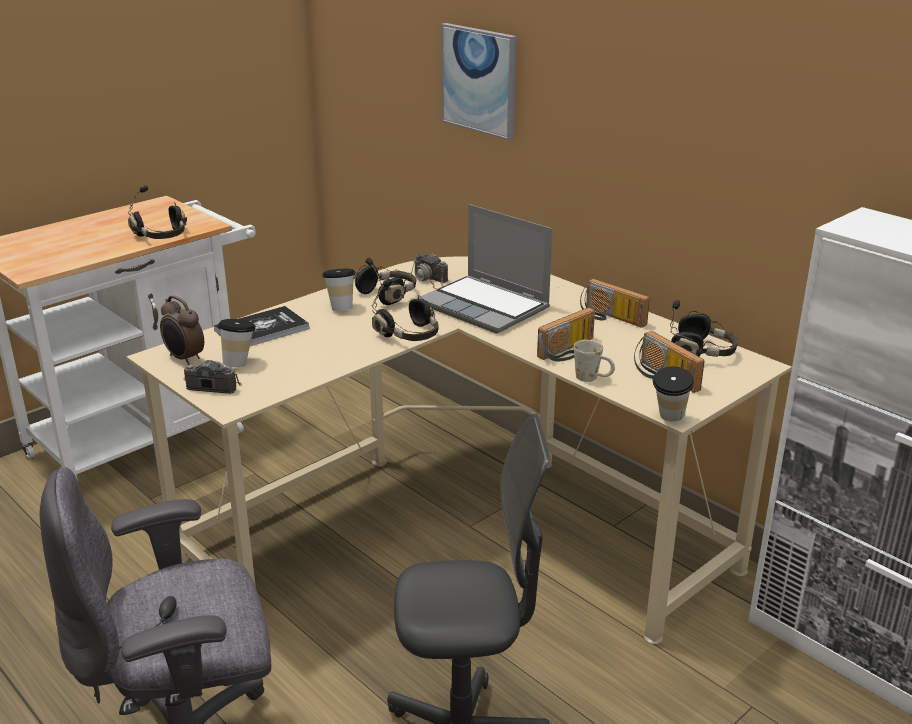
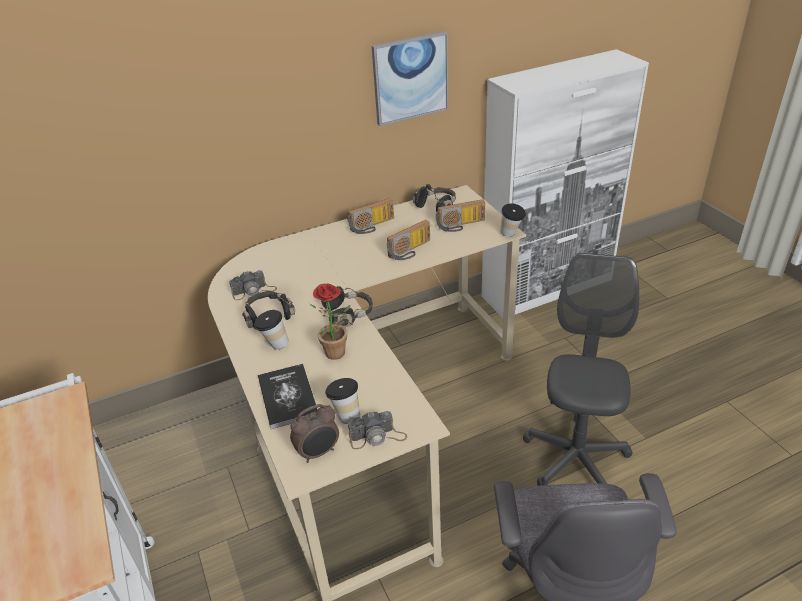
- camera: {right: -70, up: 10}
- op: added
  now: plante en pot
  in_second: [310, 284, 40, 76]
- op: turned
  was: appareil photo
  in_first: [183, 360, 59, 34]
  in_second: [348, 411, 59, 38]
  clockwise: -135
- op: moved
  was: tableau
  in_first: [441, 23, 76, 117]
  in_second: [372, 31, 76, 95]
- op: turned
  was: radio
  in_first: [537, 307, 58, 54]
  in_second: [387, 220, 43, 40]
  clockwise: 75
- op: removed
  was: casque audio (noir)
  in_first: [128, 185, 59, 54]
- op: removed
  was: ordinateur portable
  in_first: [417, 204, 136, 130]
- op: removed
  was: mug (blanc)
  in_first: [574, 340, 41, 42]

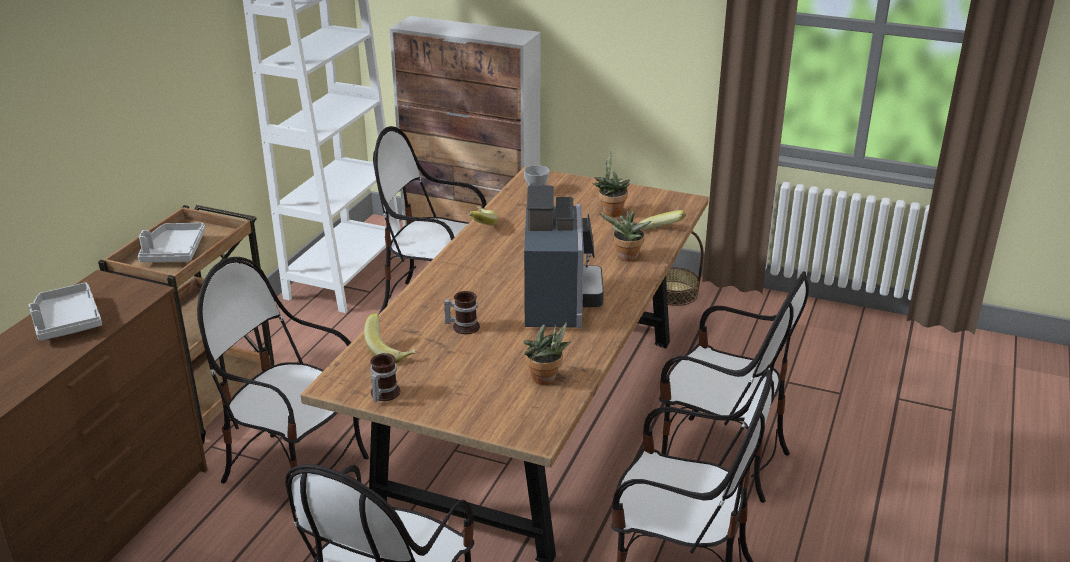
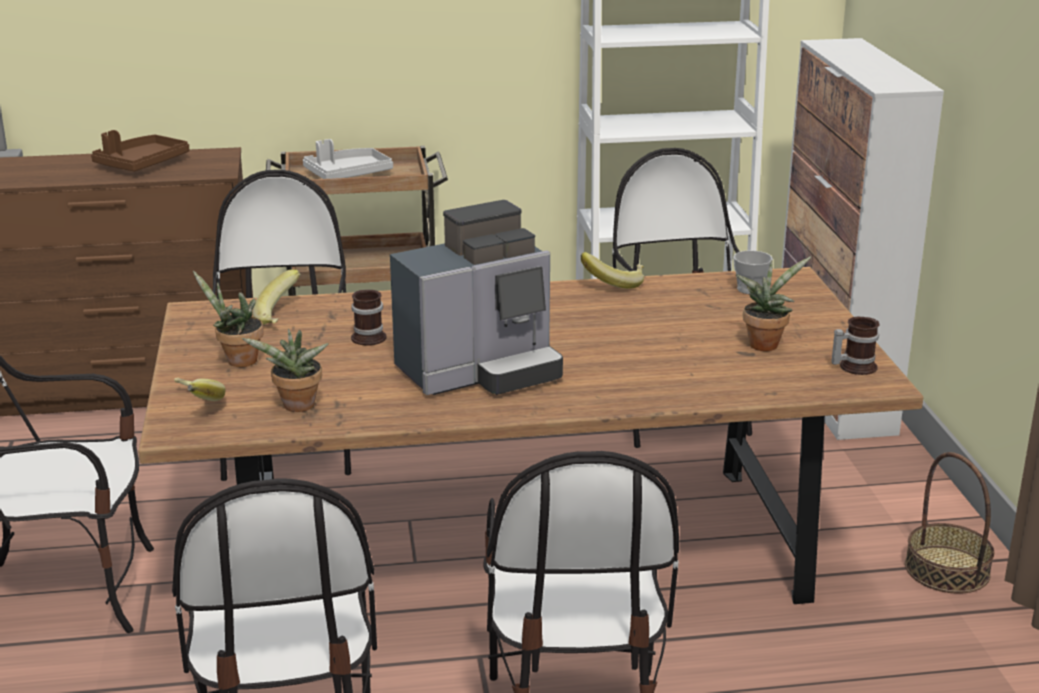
- camera: {right: 60, up: -5}
- op: recoloured
  was: plateau (gris)
  now: plateau (marron)
  in_first: [29, 283, 73, 58]
  in_second: [91, 130, 98, 41]
- op: moved
  was: banane
  in_first: [639, 210, 47, 19]
  in_second: [174, 378, 52, 23]
- op: moved
  was: plante en pot
  in_first: [599, 210, 52, 51]
  in_second: [193, 271, 71, 96]
- op: moved
  was: mug
  in_first: [370, 353, 31, 49]
  in_second: [832, 317, 48, 58]

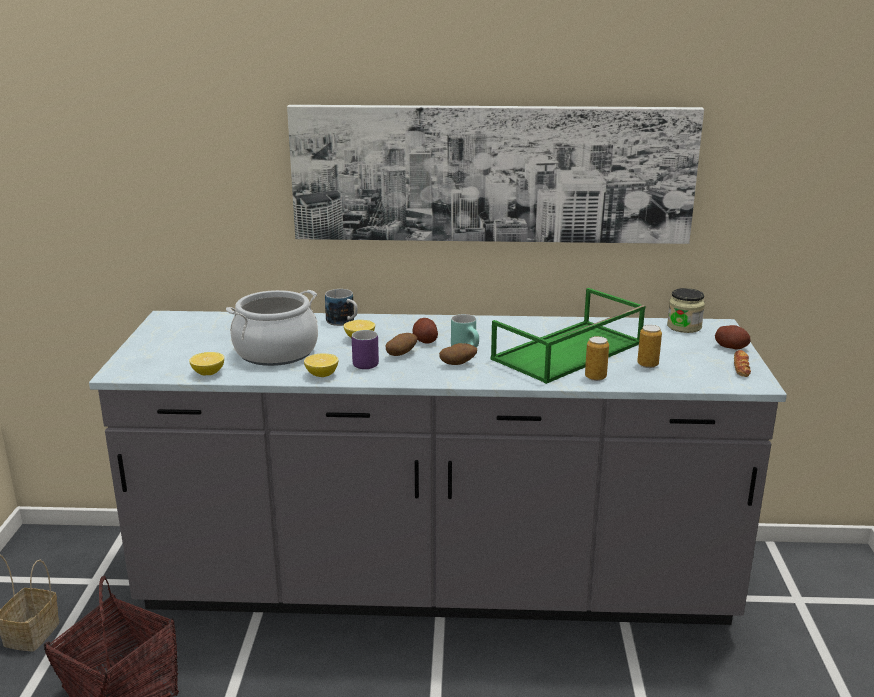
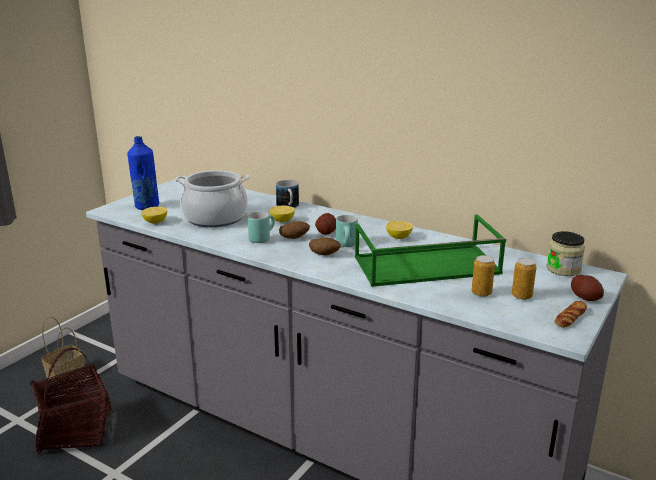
- camera: {right: 30, up: 0}
- op: added
  now: bouteille (bleu)
  in_second: [127, 136, 32, 74]
- op: recoloured
  was: mug (violet)
  now: mug (turquoise)
  in_first: [352, 330, 27, 39]
  in_second: [248, 212, 27, 31]
- op: moved
  was: citron
  in_first: [304, 353, 34, 24]
  in_second: [386, 221, 27, 18]
- op: moved
  was: boîte métallique
  in_first: [585, 336, 24, 45]
  in_second: [512, 258, 24, 42]
- op: removed
  was: tableau
  in_first: [287, 105, 417, 139]

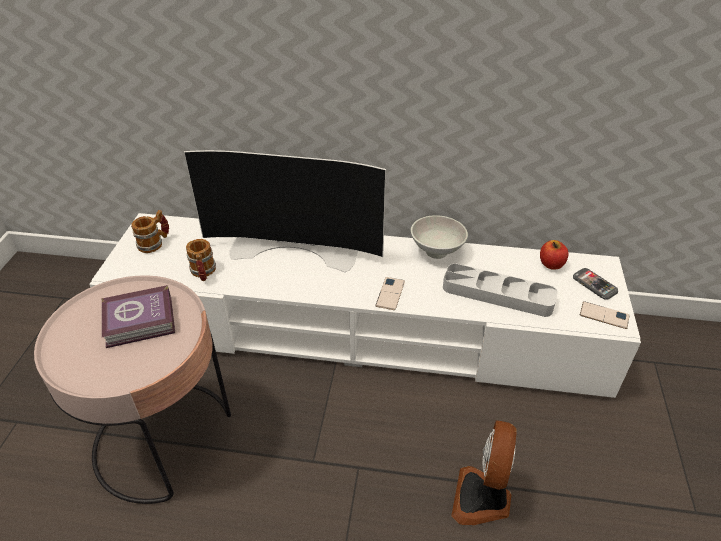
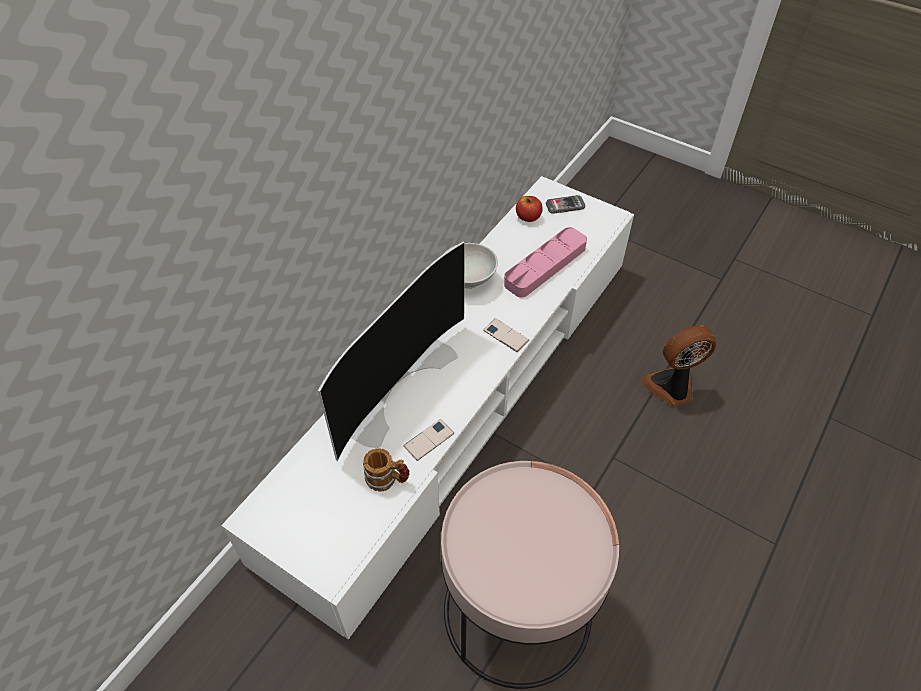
- camera: {right: -65, up: 10}
- op: moved
  was: téléphone
  in_first: [580, 301, 50, 28]
  in_second: [403, 419, 51, 42]
- op: recoloured
  was: plateau (gris)
  now: plateau (rose)
  in_first: [443, 263, 115, 54]
  in_second: [504, 227, 83, 70]
- op: turned
  was: ventilateur
  in_first: [451, 420, 66, 105]
  in_second: [642, 325, 74, 81]
  clockwise: 120
- op: removed
  was: livre
  in_first: [102, 285, 73, 63]
- op: removed
  was: mug
  in_first: [131, 210, 38, 43]

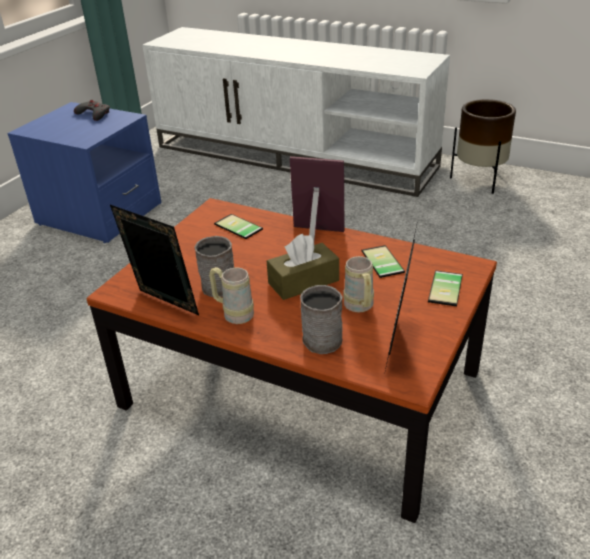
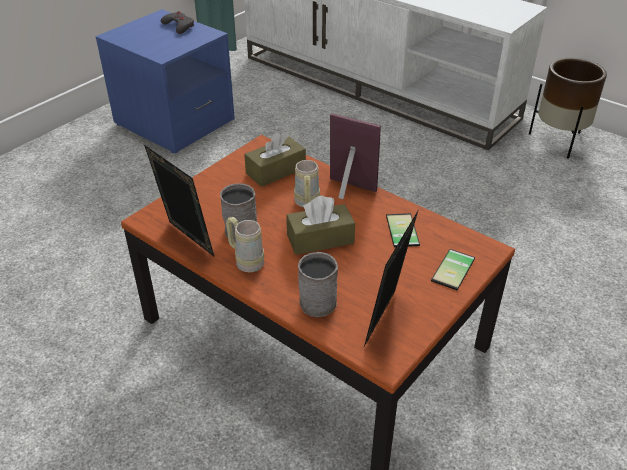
- camera: {right: 10, up: 5}
- op: replaced
  was: téléphone
  now: boîte à mouchoirs (marron)
  in_first: [214, 214, 49, 25]
  in_second: [244, 132, 62, 55]
- op: moved
  was: mug (beige)
  in_first: [343, 256, 31, 57]
  in_second: [294, 160, 26, 48]

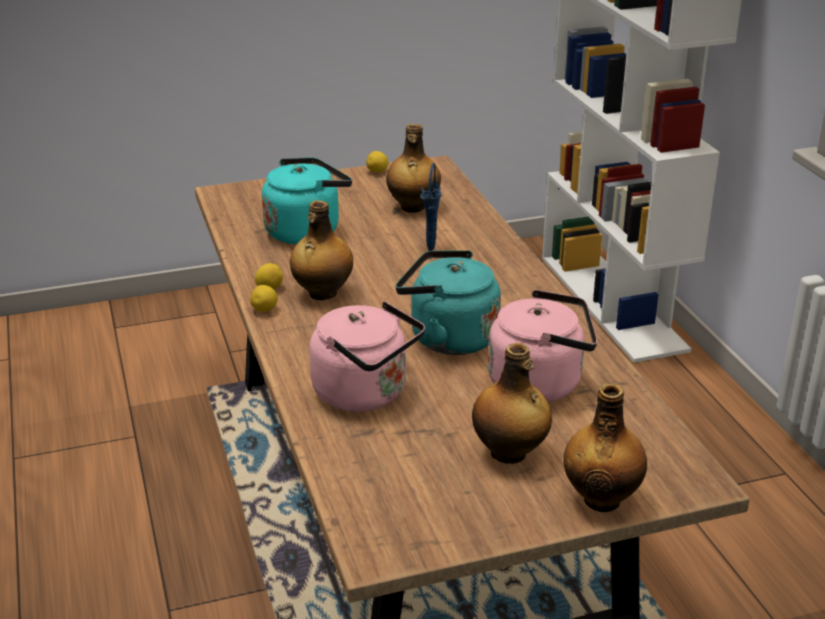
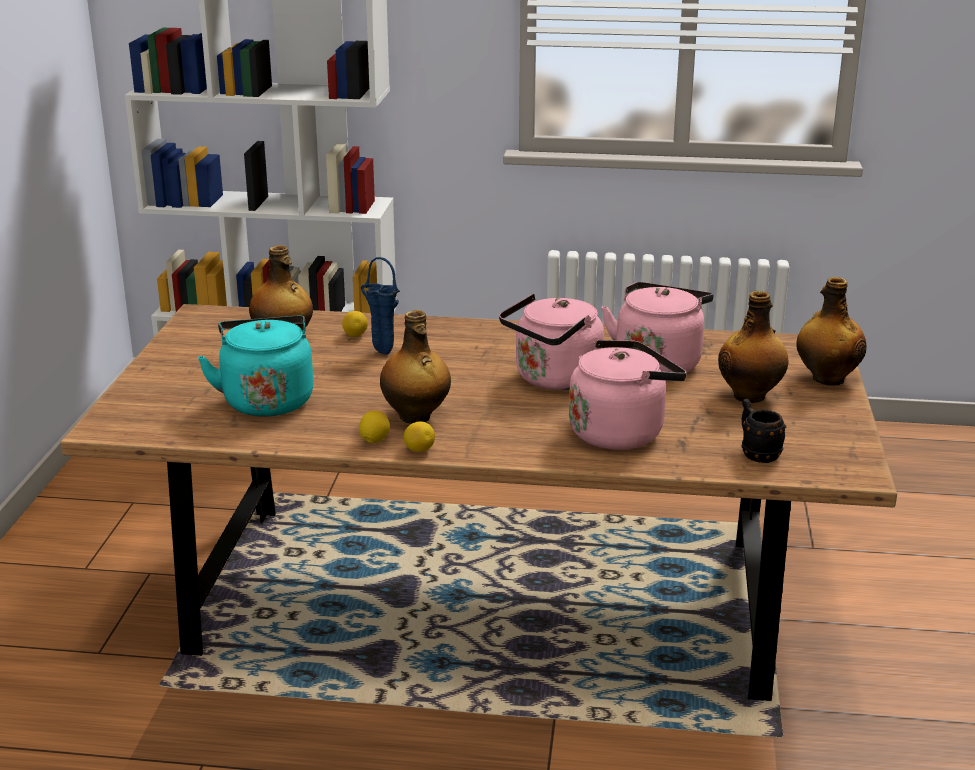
- camera: {right: -65, up: -5}
- op: moved
  was: citron
  in_first: [366, 151, 23, 22]
  in_second: [342, 311, 26, 26]
- op: recoloured
  was: bouilloire (turquoise)
  now: bouilloire (rose)
  in_first: [395, 250, 106, 105]
  in_second: [499, 294, 105, 96]
- op: added
  now: mug (noir)
  in_second: [741, 399, 45, 64]

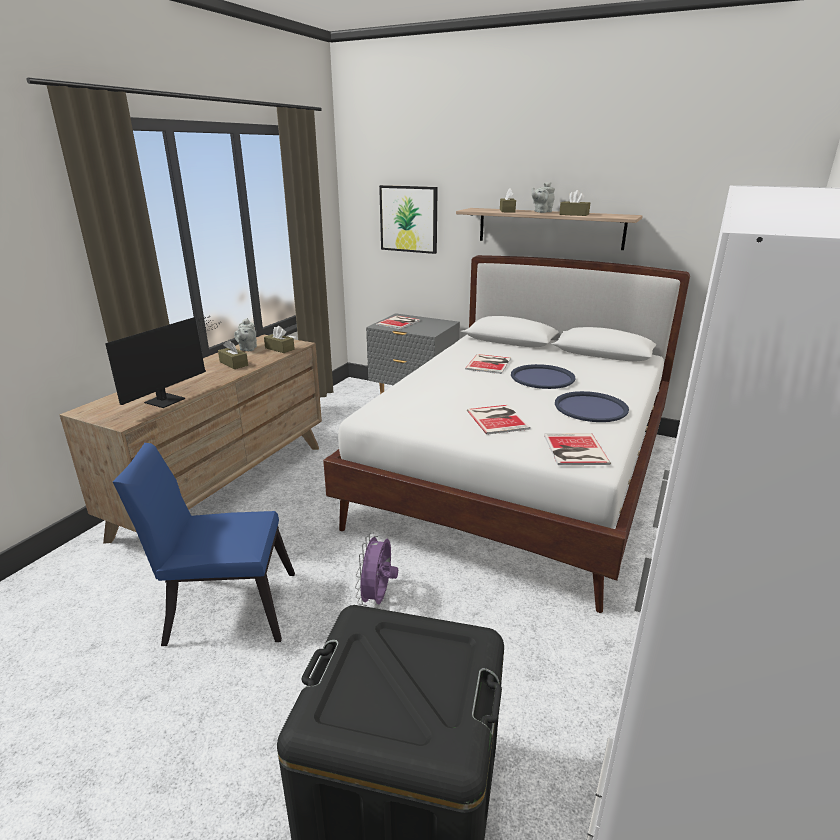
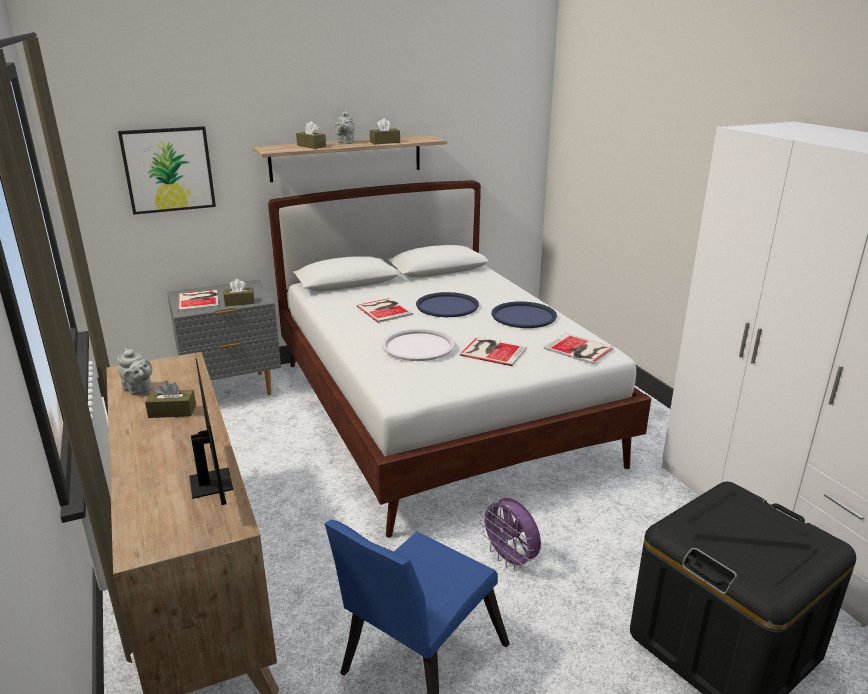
- camera: {right: -50, up: 0}
- op: moved
  was: boîte à mouchoirs (marron)
  in_first: [264, 326, 31, 27]
  in_second: [224, 279, 30, 27]
- op: added
  now: plateau (blanc)
  in_second: [382, 329, 73, 32]

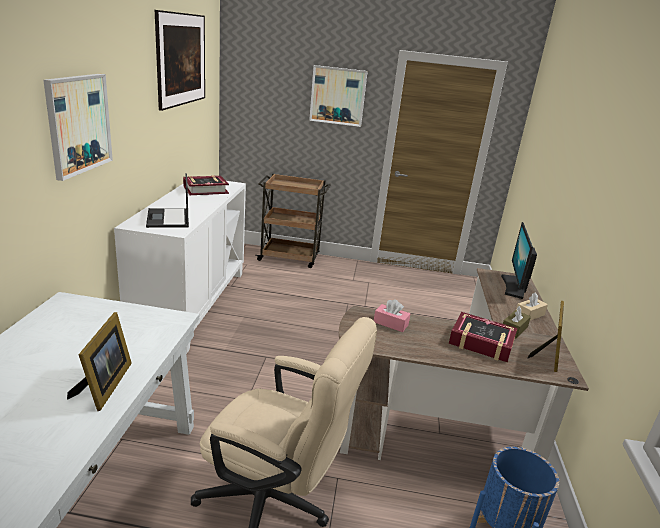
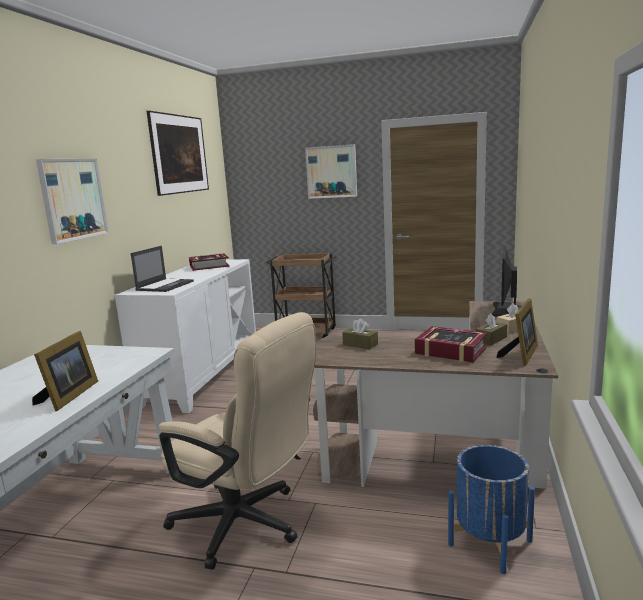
- camera: {right: 10, up: -10}
- op: turned
  was: ordinateur portable
  in_first: [146, 174, 43, 54]
  in_second: [131, 246, 63, 46]
  clockwise: -150
- op: recoloured
  was: boîte à mouchoirs (rose)
  now: boîte à mouchoirs (marron)
  in_first: [374, 299, 36, 33]
  in_second: [342, 319, 36, 30]

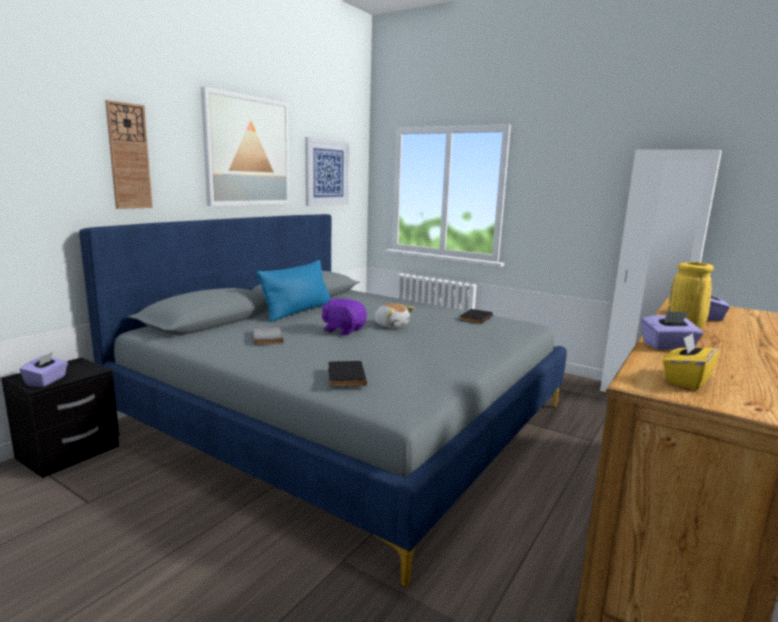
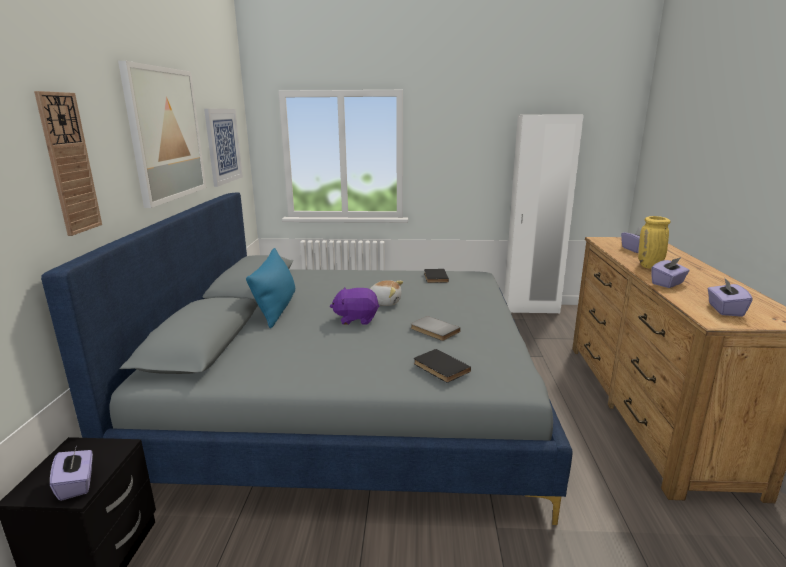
- camera: {right: -30, up: 5}
- op: moved
  was: livre (gris)
  in_first: [253, 327, 30, 18]
  in_second: [411, 316, 50, 25]
- op: recoloured
  was: boîte à mouchoirs (jaune)
  now: boîte à mouchoirs (violet)
  in_first: [663, 333, 57, 57]
  in_second: [708, 277, 44, 40]

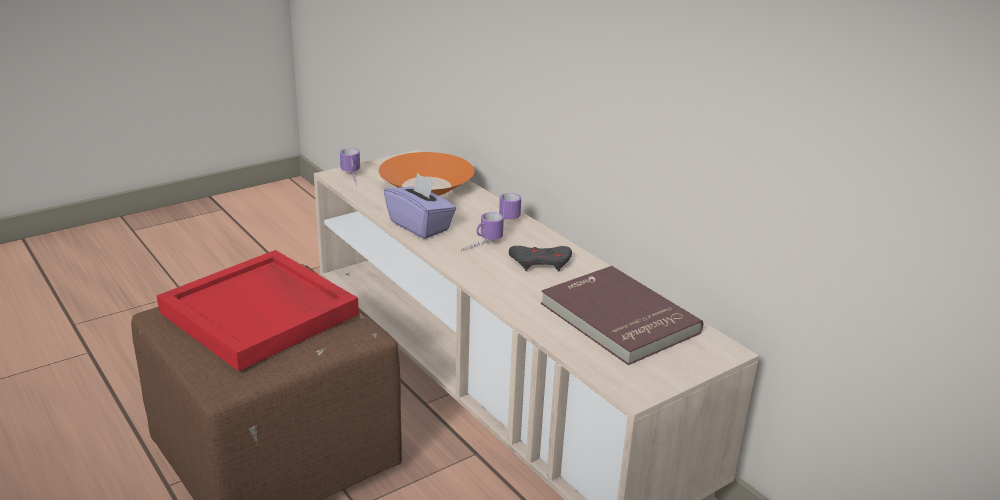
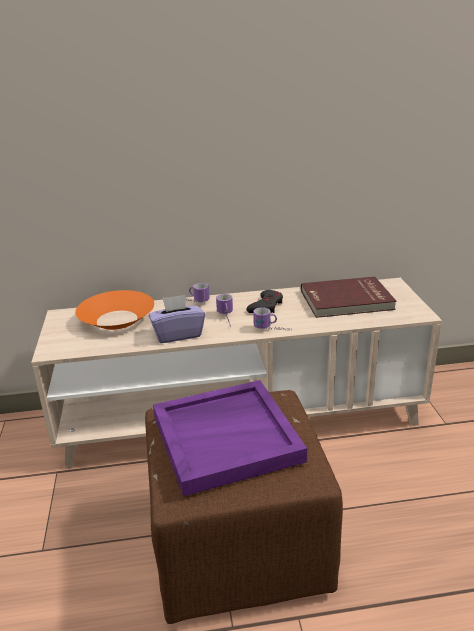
- camera: {right: -60, up: 0}
- op: recoloured
  was: plateau (rouge)
  now: plateau (violet)
  in_first: [157, 250, 202, 121]
  in_second: [153, 380, 154, 117]
- op: moved
  was: mug
  in_first: [340, 148, 20, 38]
  in_second: [253, 307, 38, 24]

